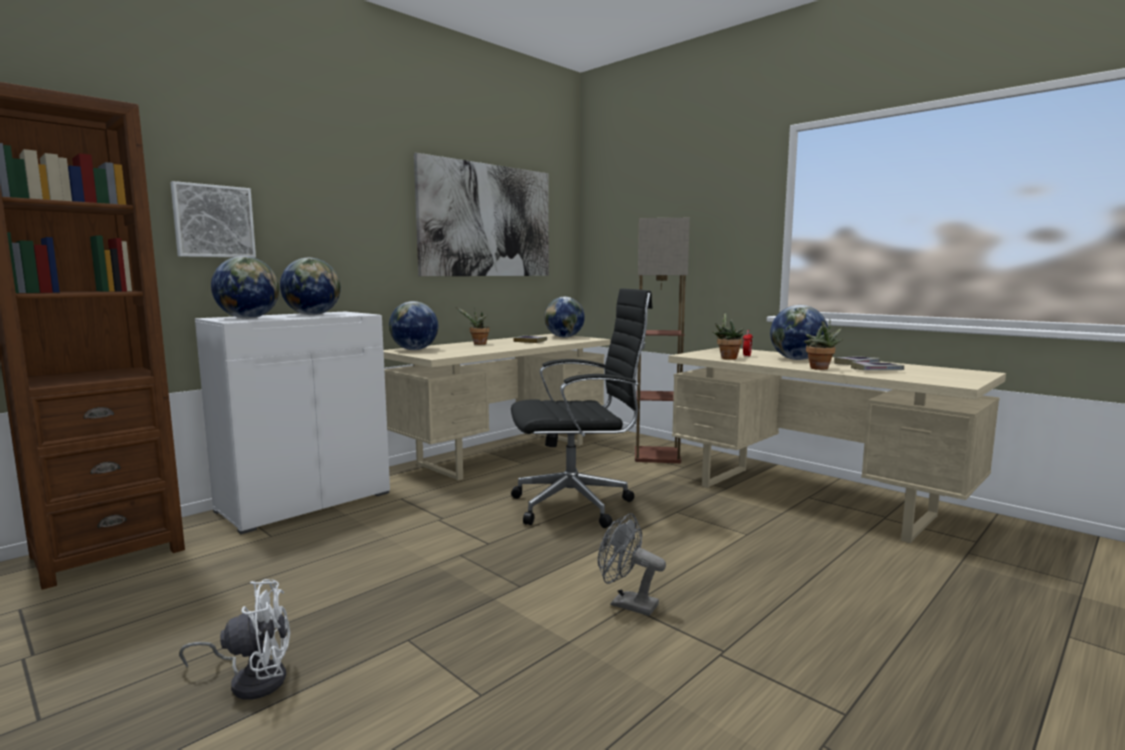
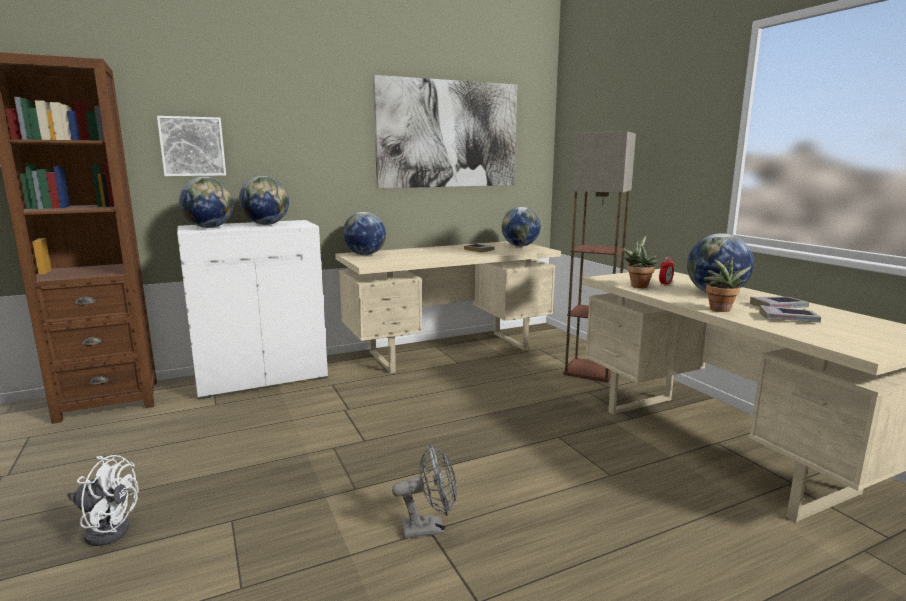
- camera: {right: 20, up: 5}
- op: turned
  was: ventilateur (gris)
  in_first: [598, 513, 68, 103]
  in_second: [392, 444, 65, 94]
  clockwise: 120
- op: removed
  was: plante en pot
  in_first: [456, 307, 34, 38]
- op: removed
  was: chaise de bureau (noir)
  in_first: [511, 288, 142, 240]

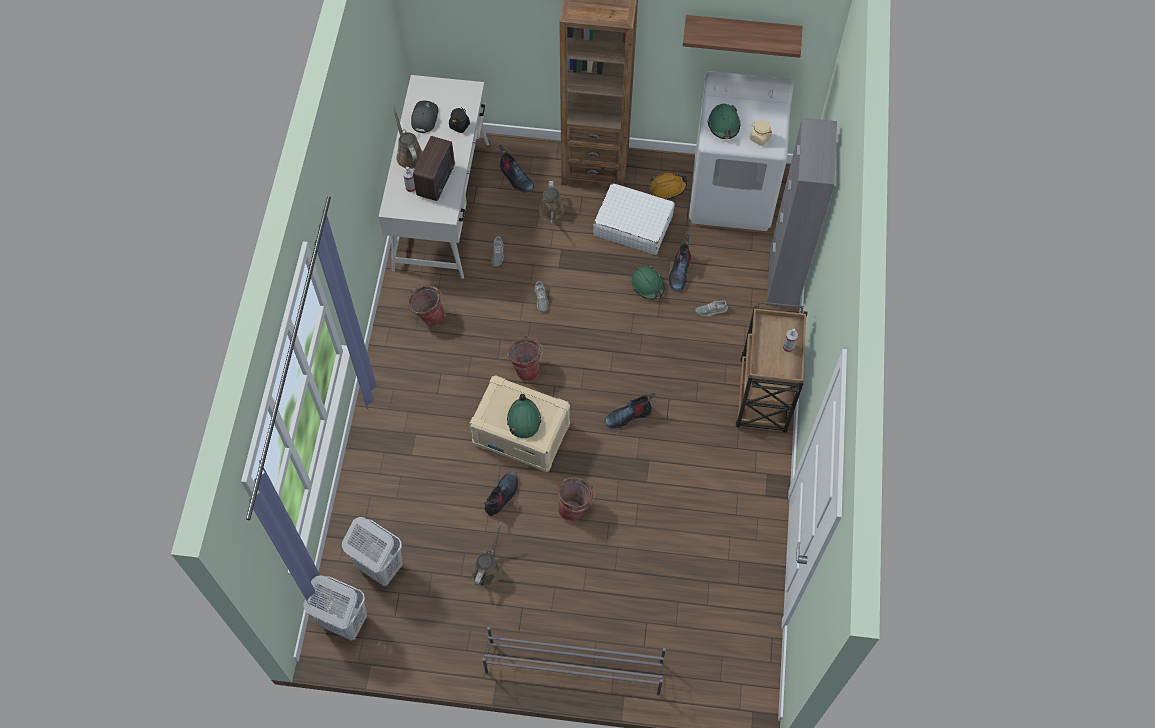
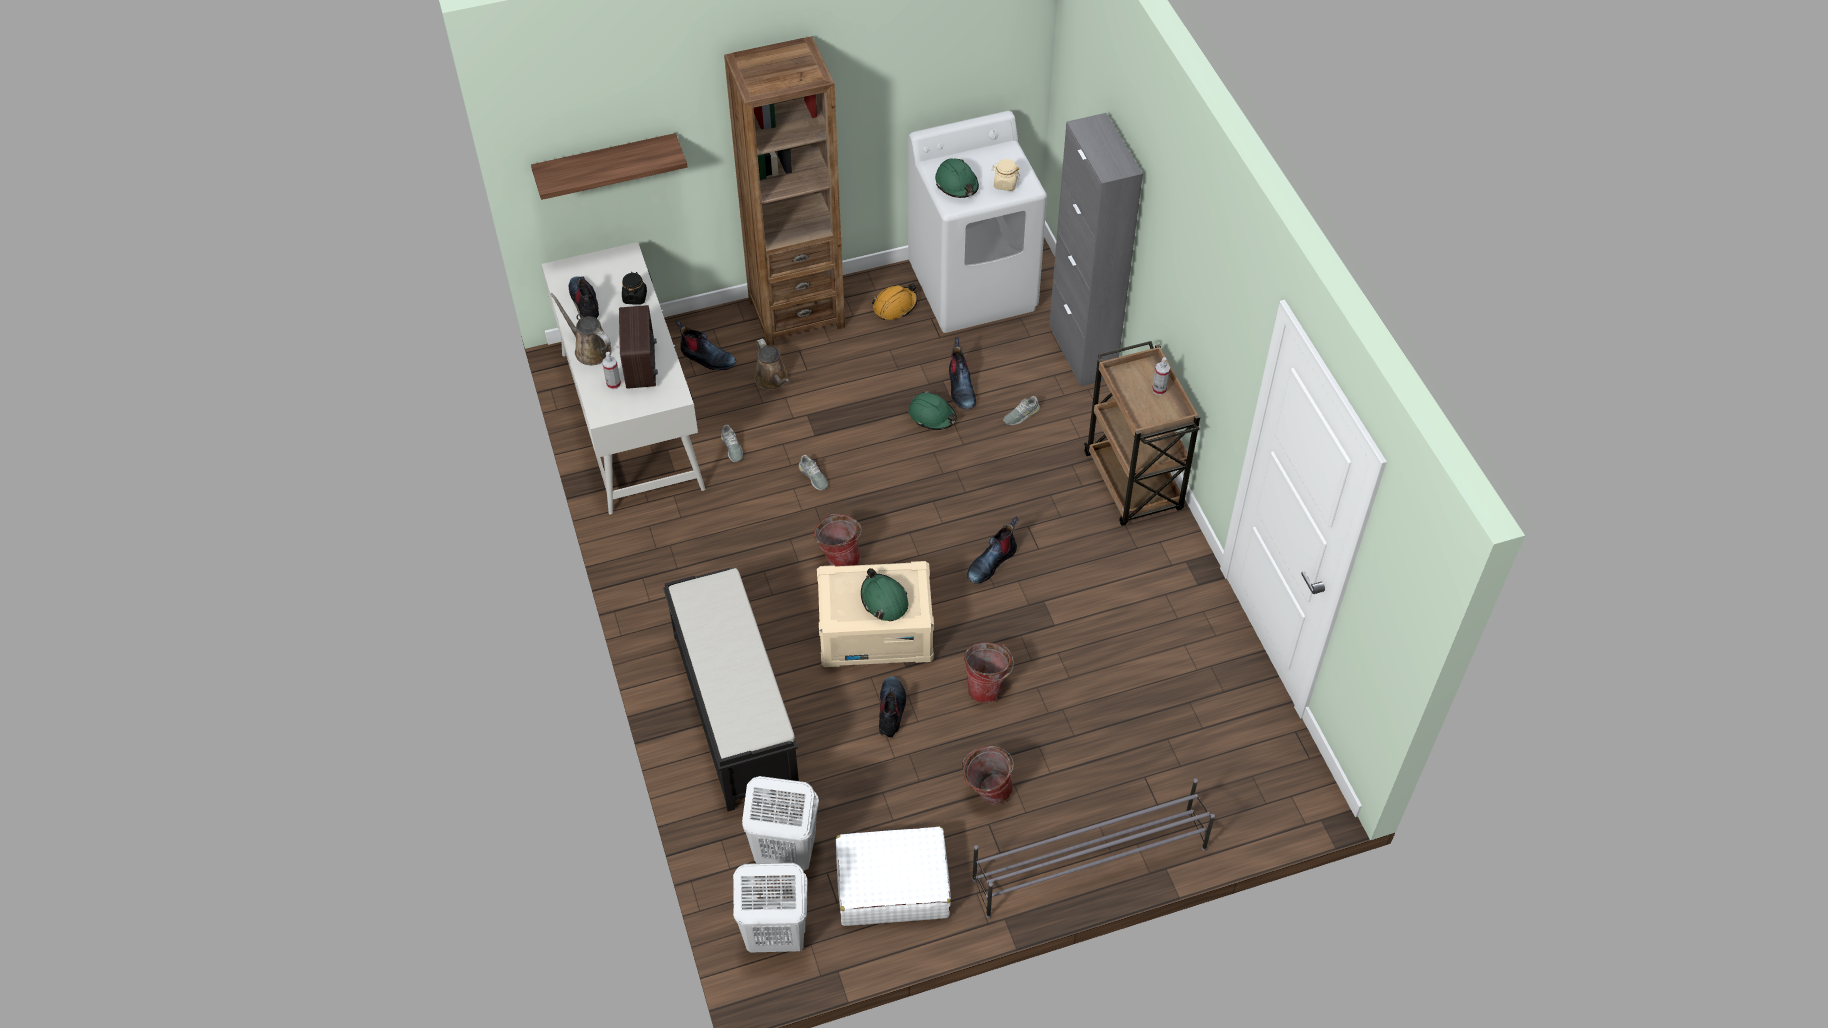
- camera: {right: -25, up: -10}
- op: moved
  was: étagère
  in_first: [683, 15, 119, 43]
  in_second: [531, 133, 156, 67]
- op: replaced
  was: casquette (gris)
  now: botte
  in_first: [411, 101, 27, 32]
  in_second: [569, 276, 30, 42]
- op: added
  now: banc (noir)
  in_second: [663, 568, 136, 243]
- op: moved
  was: valise (blanc)
  in_first: [593, 183, 82, 72]
  in_second: [836, 826, 115, 100]
- op: moved
  was: seau
  in_first: [408, 285, 37, 41]
  in_second: [961, 746, 53, 59]
- op: removed
  was: arrosoir (marron)
  in_first: [472, 521, 30, 66]

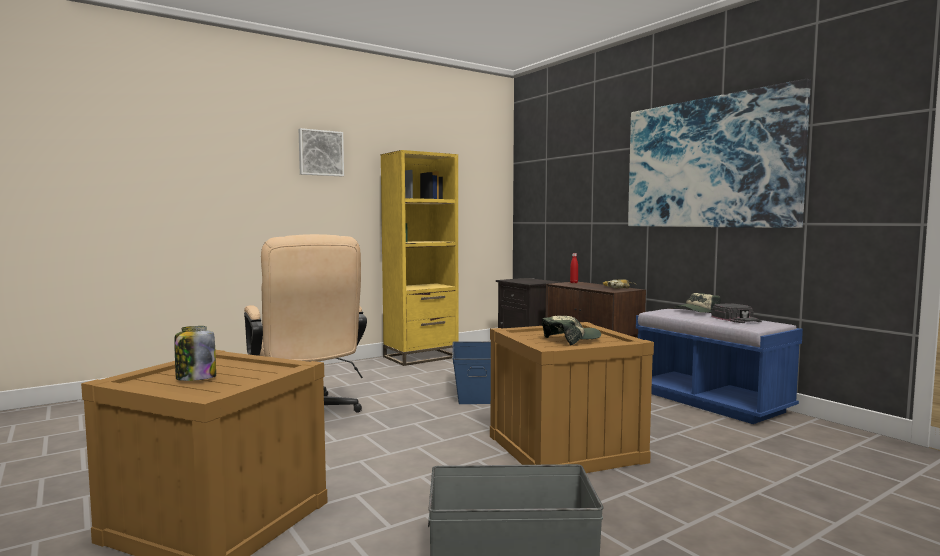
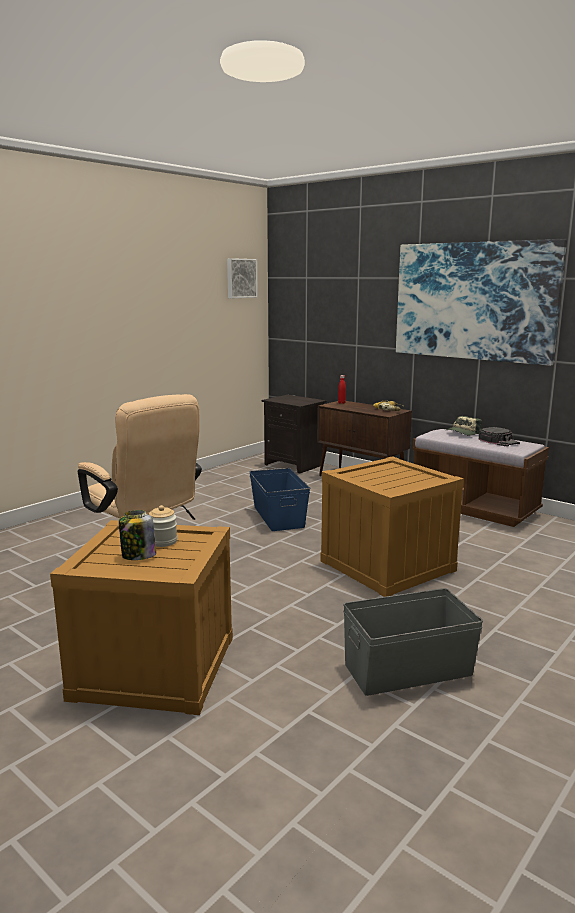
- camera: {right: -15, up: 10}
- op: added
  now: bocal
  in_second: [149, 505, 28, 42]
- op: moved
  was: tableau
  in_first: [299, 128, 45, 48]
  in_second: [227, 258, 31, 40]
- op: recoloured
  was: banc (bleu)
  now: banc (marron)
  in_first: [636, 309, 167, 115]
  in_second: [413, 429, 136, 98]
- op: removed
  was: bibliothèque (jaune)
  in_first: [381, 150, 78, 216]
- op: removed
  was: casquette
  in_first: [542, 316, 59, 29]

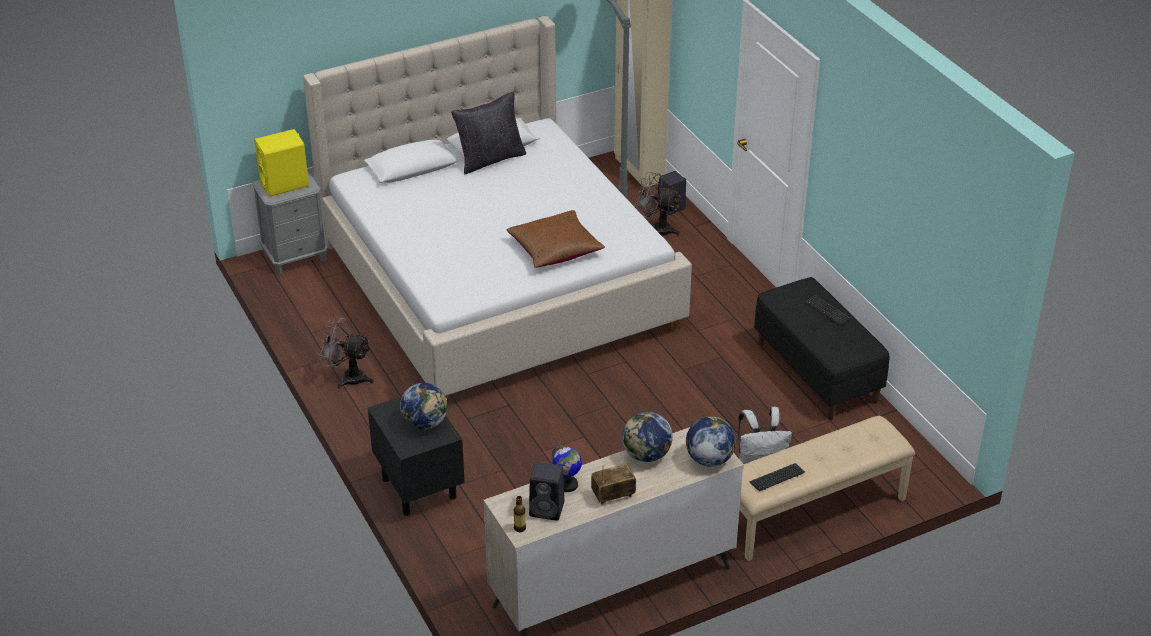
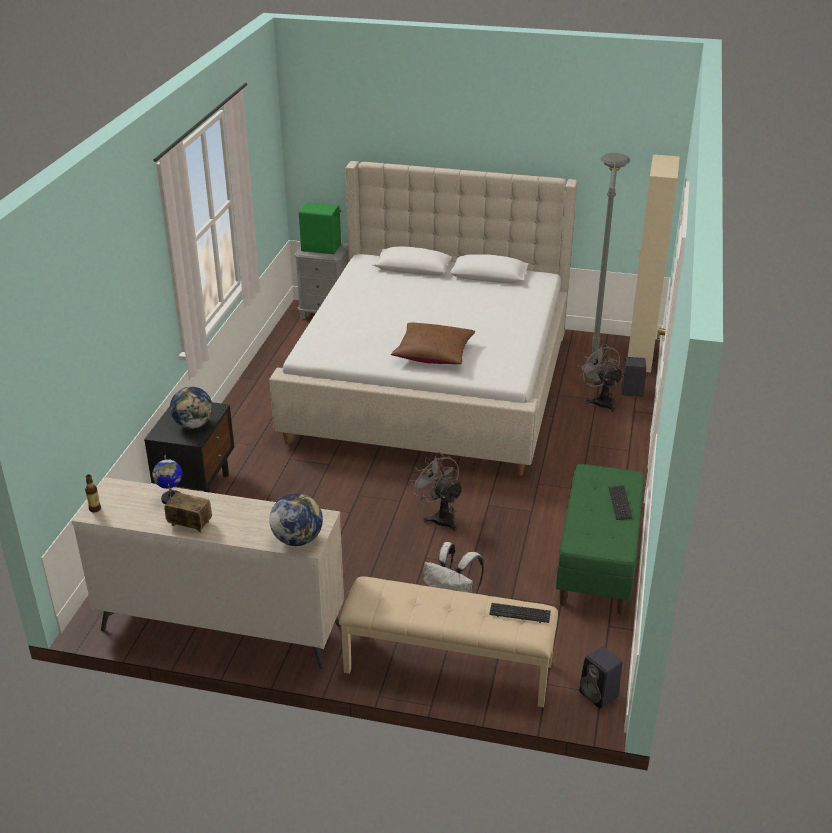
- camera: {right: 40, up: -5}
- op: recoloured
  was: enceinte (jaune)
  now: enceinte (vert)
  in_first: [254, 129, 55, 68]
  in_second: [299, 202, 42, 52]
- op: moved
  was: ventilateur (gris)
  in_first: [319, 317, 55, 72]
  in_second: [410, 452, 53, 80]
- op: moved
  was: clavier
  in_first: [749, 463, 56, 28]
  in_second: [489, 603, 62, 20]
- op: recoloured
  was: banc (noir)
  now: banc (vert)
  in_first: [754, 277, 136, 143]
  in_second: [556, 464, 88, 151]
- op: moved
  was: enceinte (noir)
  in_first: [529, 462, 36, 59]
  in_second: [579, 646, 44, 63]
- op: removed
  was: coussin (noir)
  in_first: [451, 92, 75, 83]
- op: removed
  was: globe
  in_first: [622, 412, 51, 50]

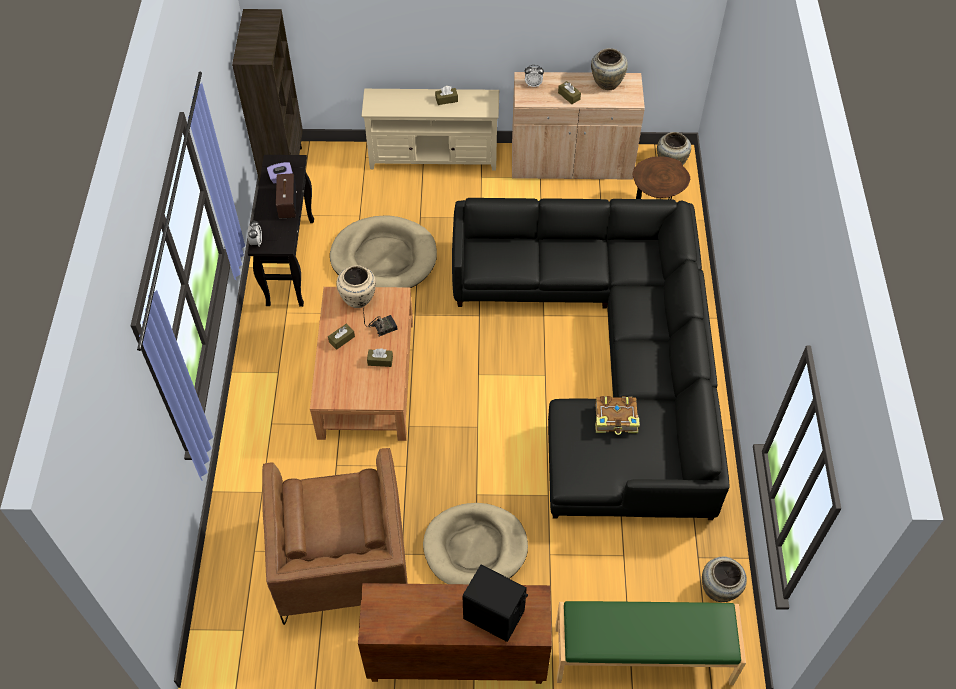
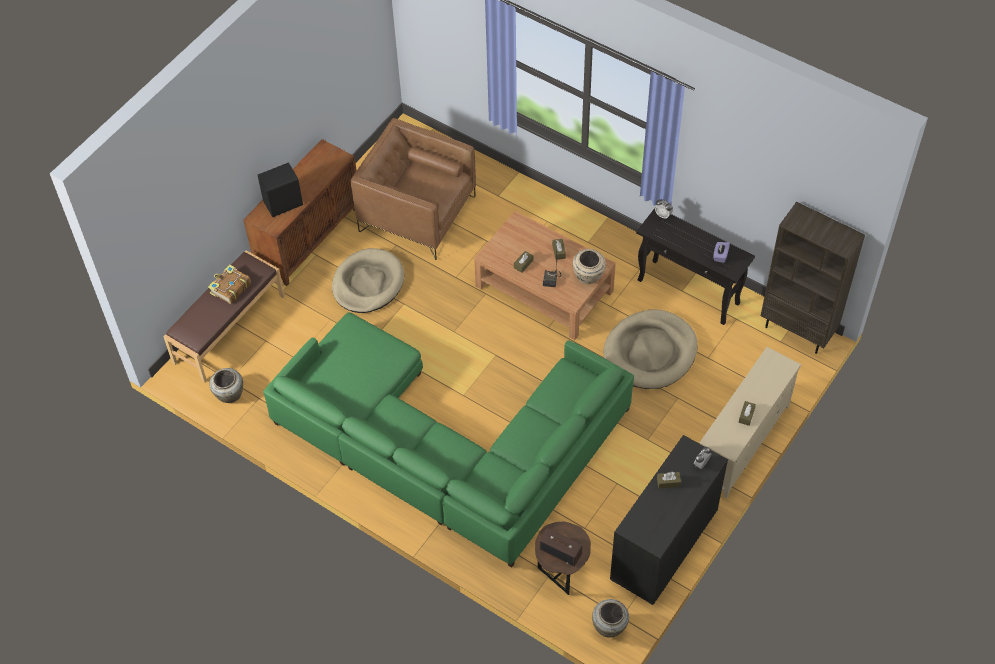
- camera: {right: 125, up: 0}
- op: recoloured
  was: banc (vert)
  now: banc (marron)
  in_first: [555, 601, 191, 84]
  in_second: [163, 250, 122, 133]
- op: moved
  was: livre
  in_first: [595, 396, 45, 39]
  in_second: [208, 264, 43, 40]
- op: recoloured
  was: canapé (noir)
  now: canapé (vert)
  in_first: [452, 198, 277, 322]
  in_second: [263, 312, 371, 256]
- op: moved
  was: radio
  in_first: [276, 174, 21, 45]
  in_second: [540, 528, 42, 38]
- op: recoloured
  was: meuble de rangement (beige)
  now: meuble de rangement (noir)
  in_first: [512, 72, 133, 108]
  in_second: [610, 435, 118, 170]
- op: removed
  was: vase (beige)
  in_first: [591, 48, 37, 42]

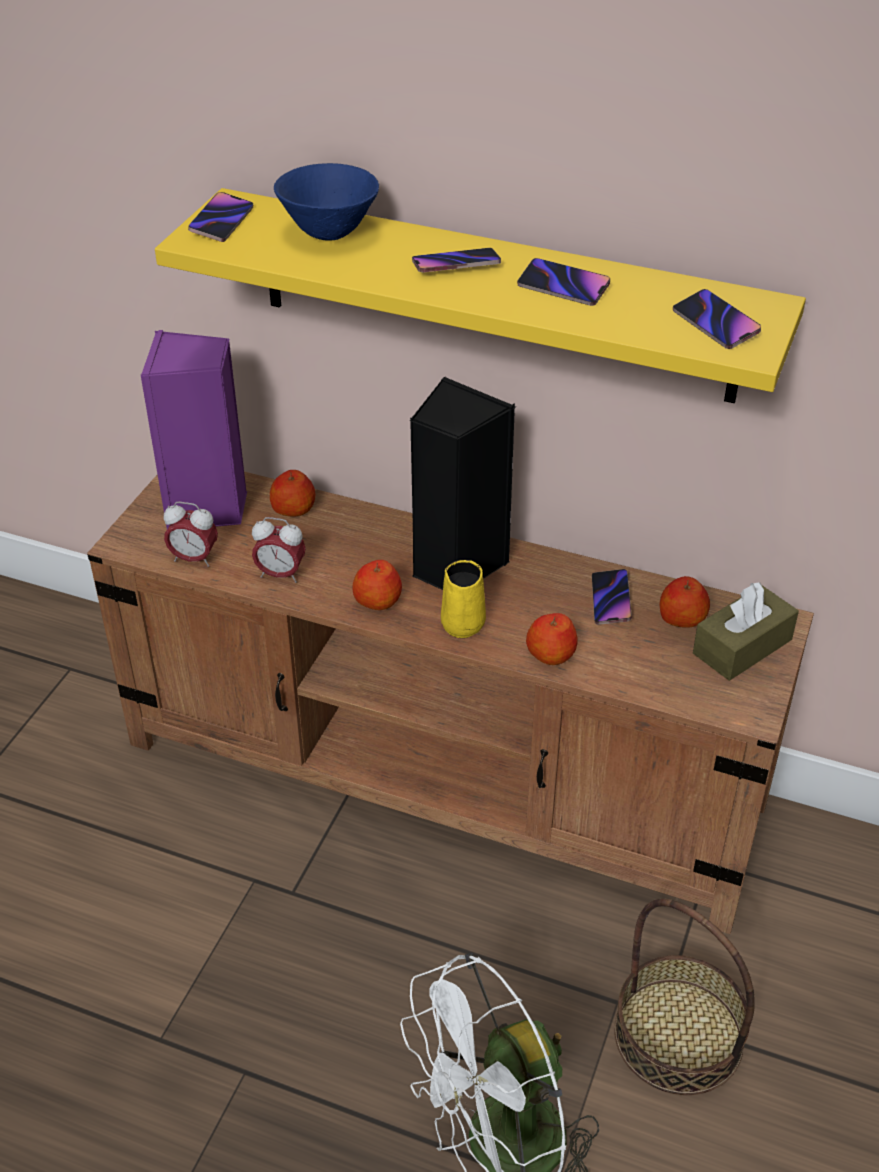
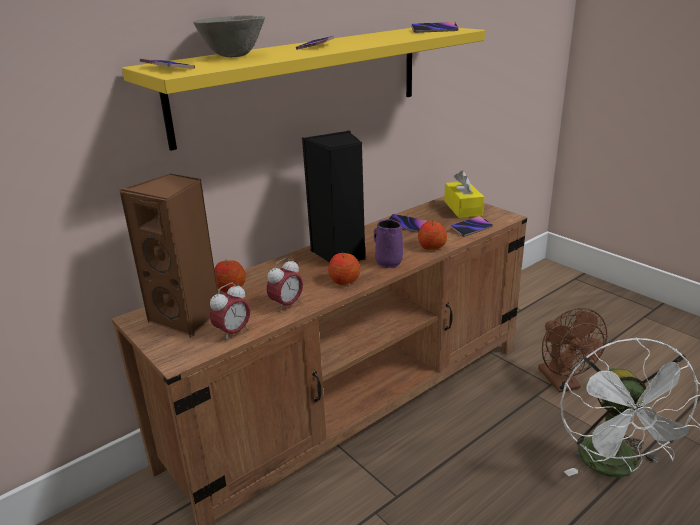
- camera: {right: -60, up: -15}
- op: recoloured
  was: enceinte (violet)
  now: enceinte (marron)
  in_first: [141, 330, 106, 199]
  in_second: [119, 173, 99, 164]
- op: recoloured
  was: bol (bleu)
  now: bol (gris)
  in_first: [274, 163, 105, 78]
  in_second: [193, 15, 72, 42]
- op: recoloured
  was: mug (jaune)
  now: mug (violet)
  in_first: [441, 560, 45, 78]
  in_second: [374, 219, 29, 49]
- op: recoloured
  was: boîte à mouchoirs (marron)
  now: boîte à mouchoirs (jaune)
  in_first: [693, 582, 106, 99]
  in_second: [444, 170, 40, 48]
- op: moved
  was: téléphone
  in_first: [517, 258, 93, 48]
  in_second: [451, 216, 42, 21]
- op: replaced
  was: panier
  now: ventilateur (marron)
  in_first: [614, 899, 141, 196]
  in_second: [538, 308, 69, 85]
- op: removed
  was: pomme
  in_first: [659, 576, 51, 52]

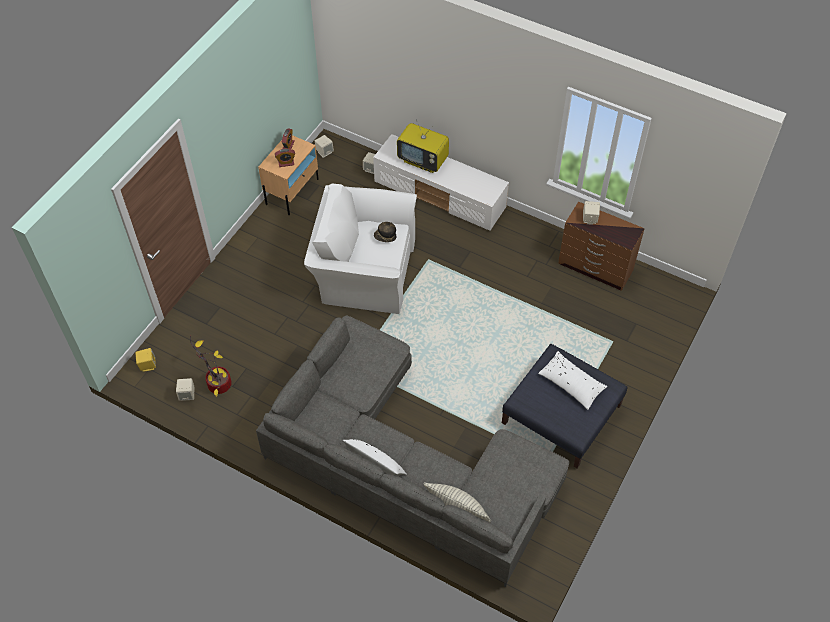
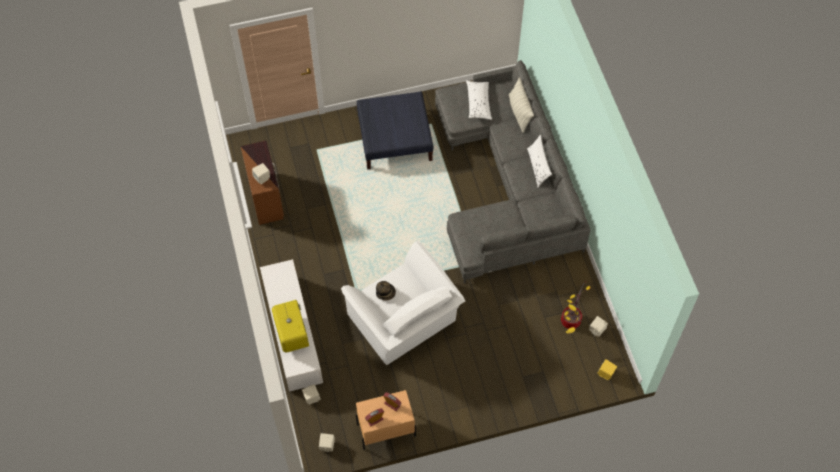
- camera: {right: -135, up: 5}
- op: moved
  was: coussin (blanc)
  in_first: [538, 351, 70, 59]
  in_second: [466, 80, 26, 40]

